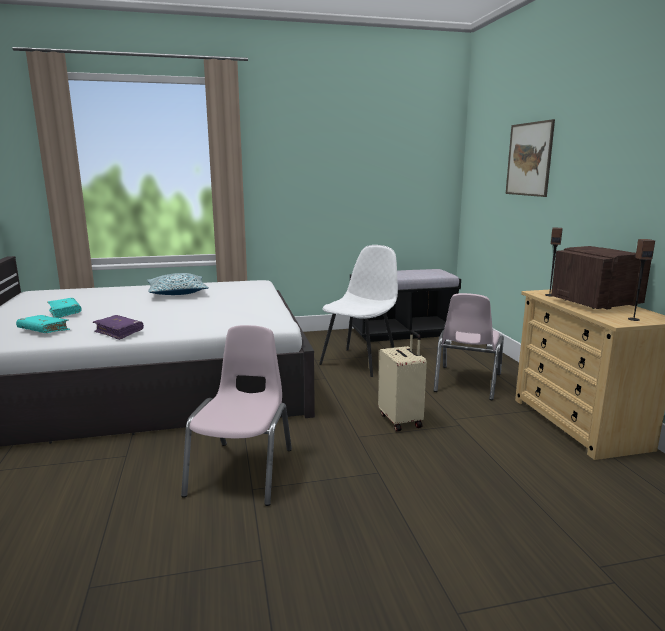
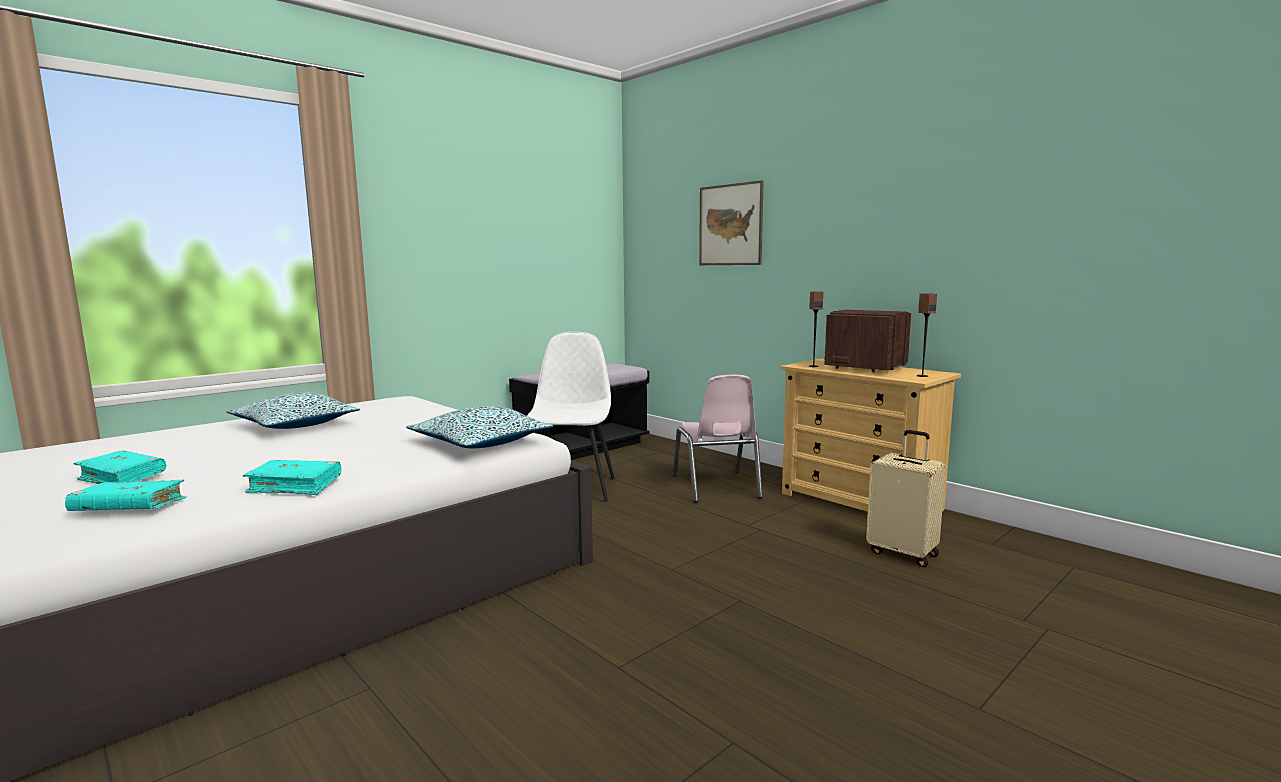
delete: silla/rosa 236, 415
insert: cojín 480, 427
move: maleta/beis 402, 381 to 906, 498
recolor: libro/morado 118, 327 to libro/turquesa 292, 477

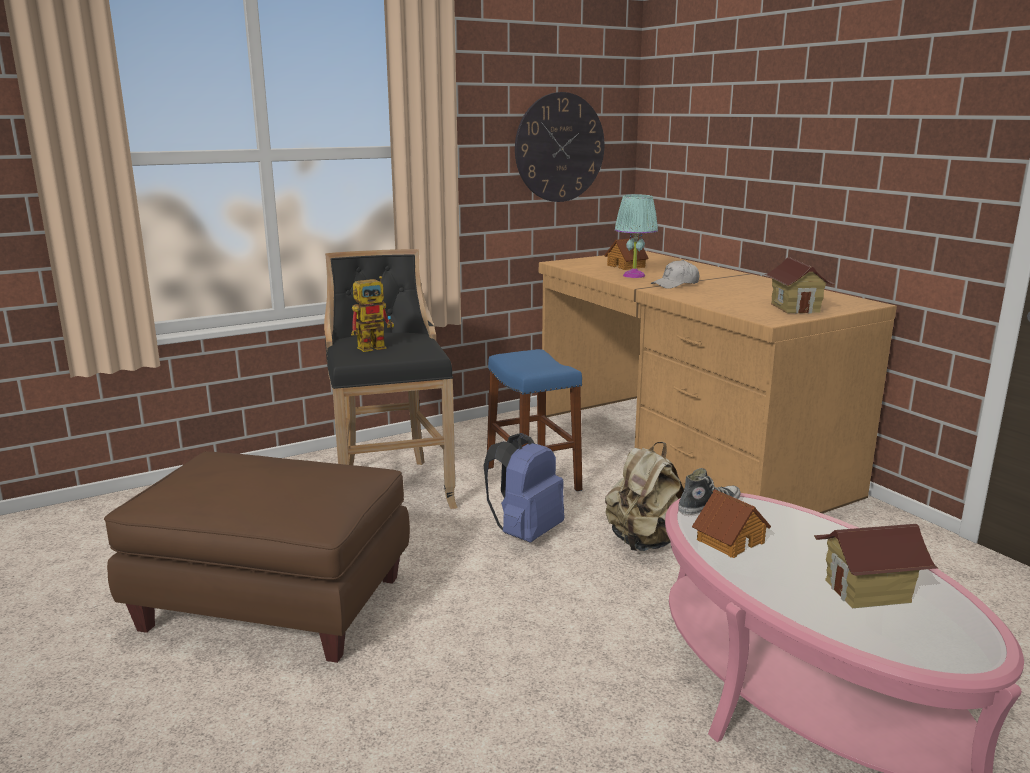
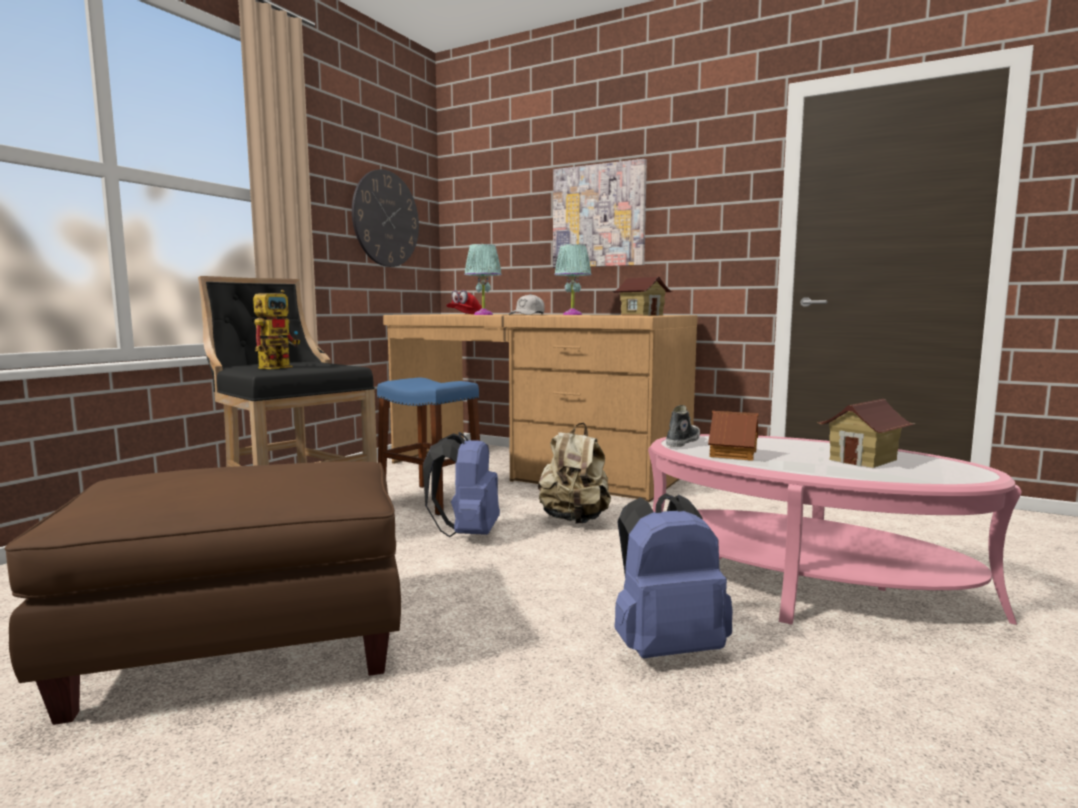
insert: cuadro 600, 213; lámpara de mesa/turquesa 573, 279; mochila/azul 674, 575
replace: casita 626, 254 to gorra/rojo 464, 302

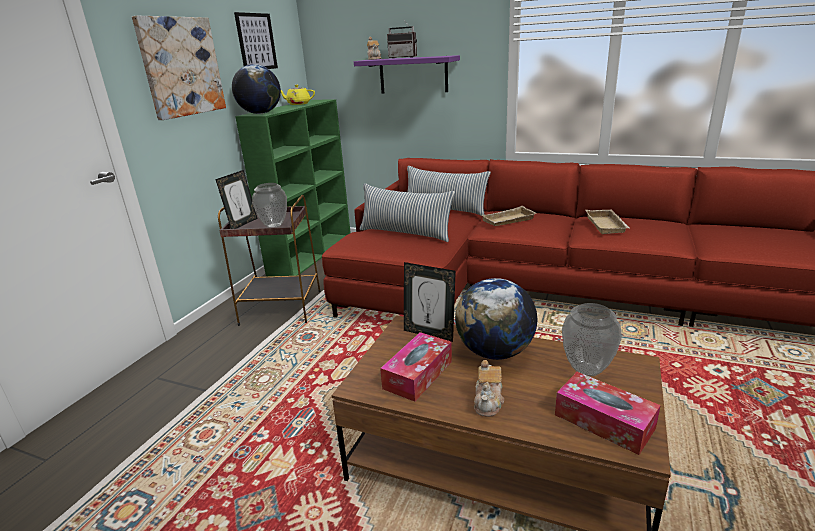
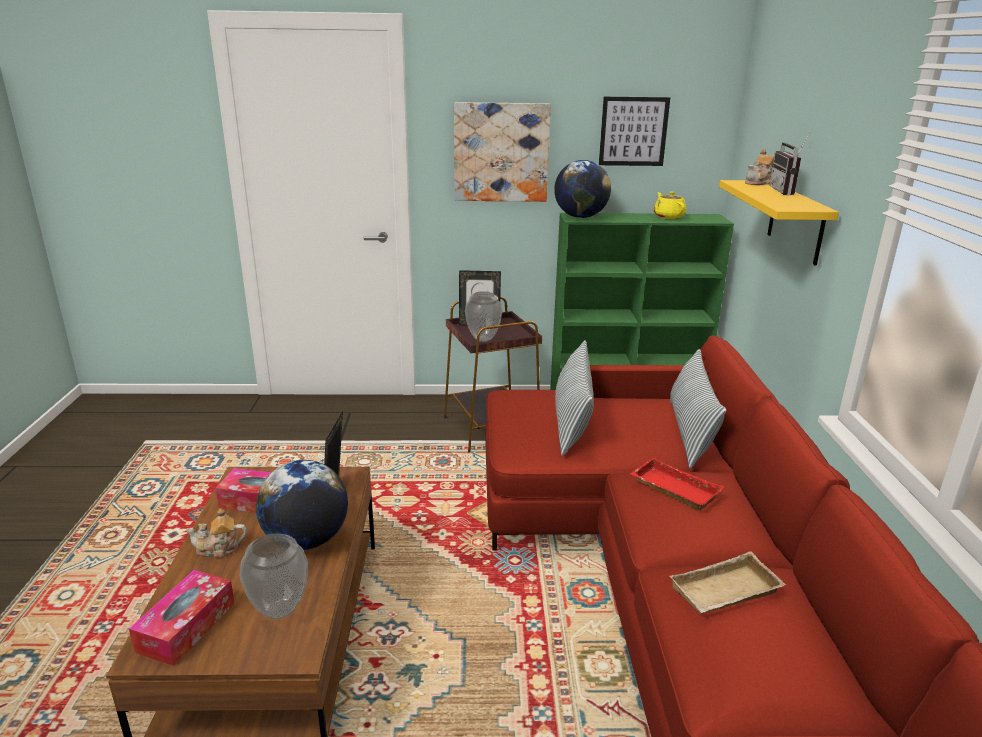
recolor: estante/morado 407, 74 to estante/amarillo 779, 222; bandeja/beis 509, 216 to bandeja/rojo 677, 484

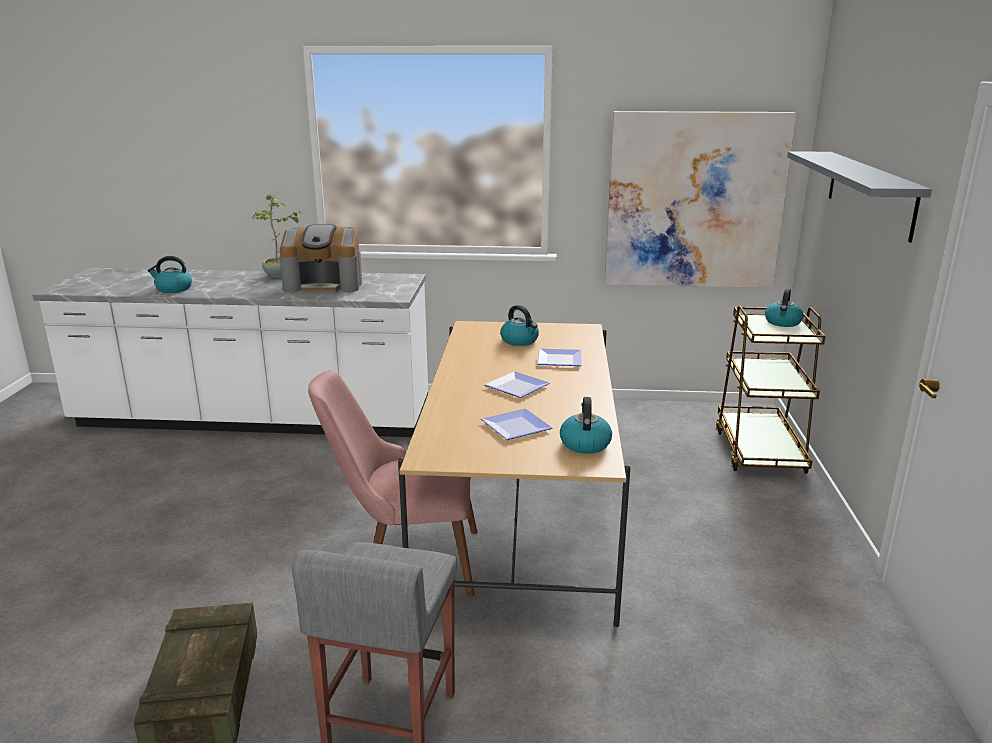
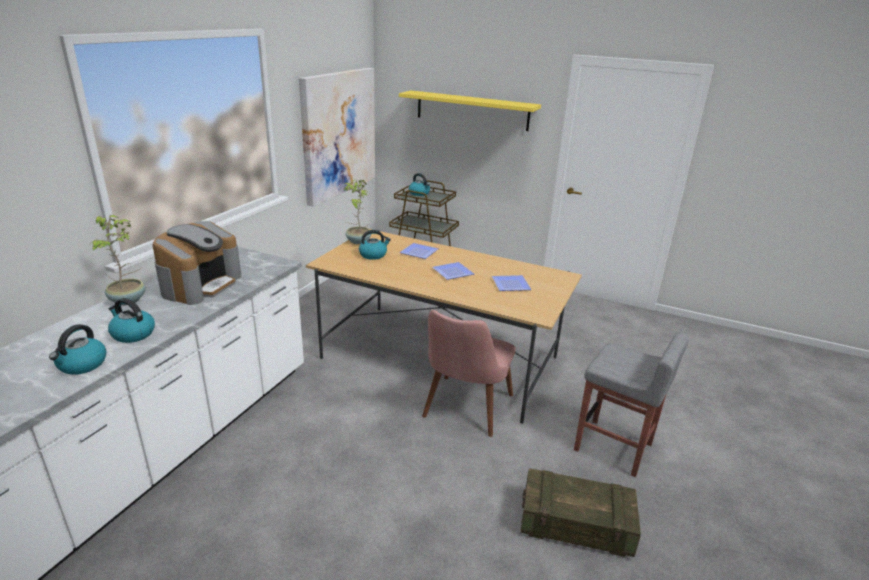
insert: planta en maceta 357, 212
move: hervidor 586, 425 to 131, 320
recolor: estante/gris 859, 197 to estante/amarillo 470, 110

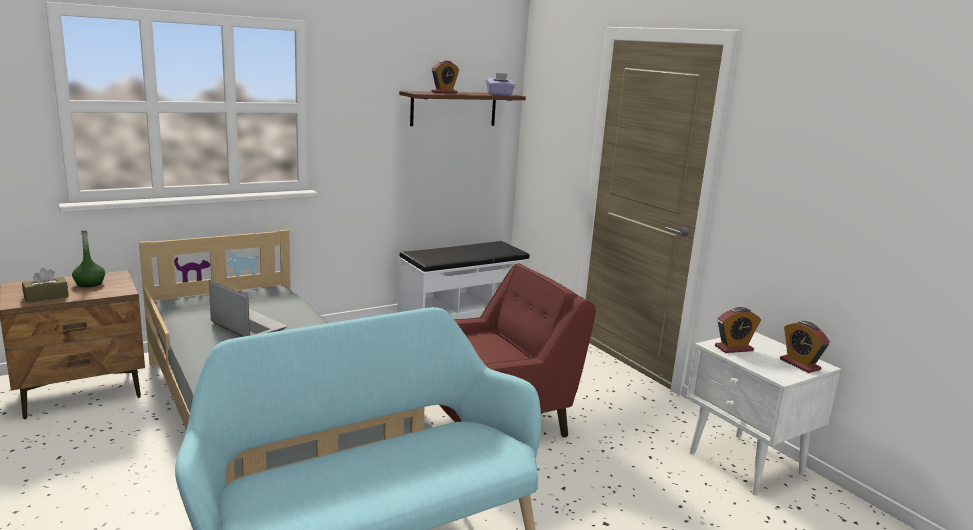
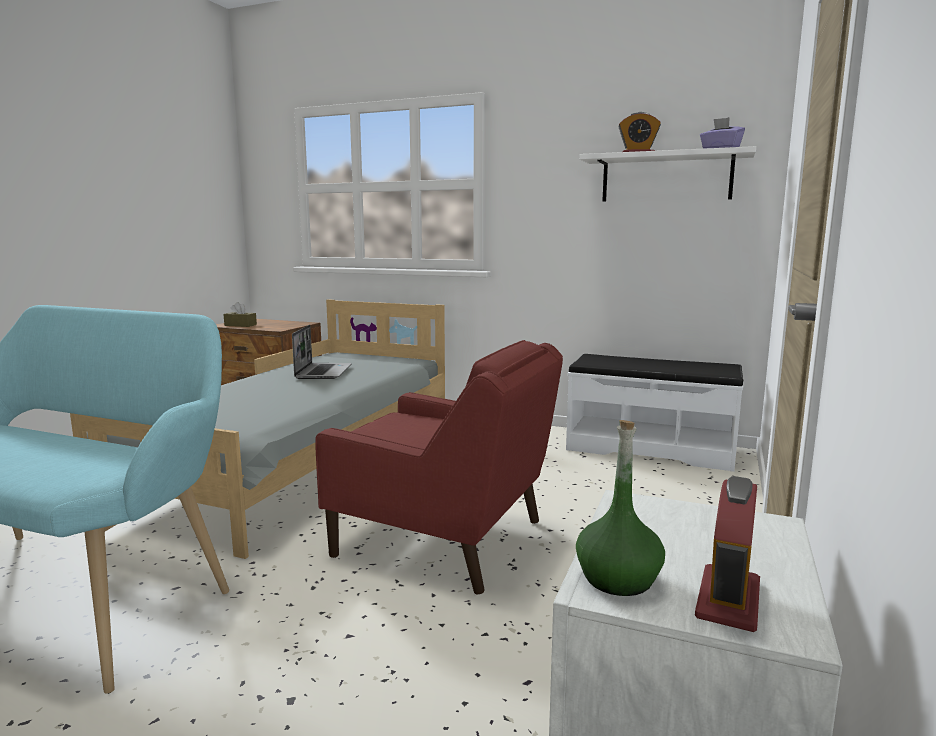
delete: despertador 738, 330
move: botella/verde 88, 258 to 620, 508
recolor: estante/marrón 462, 108 to estante/blanco 667, 174

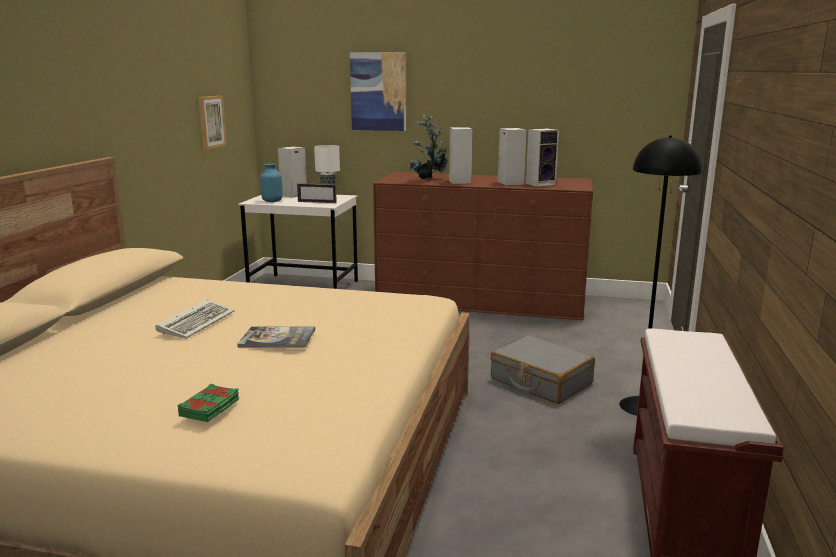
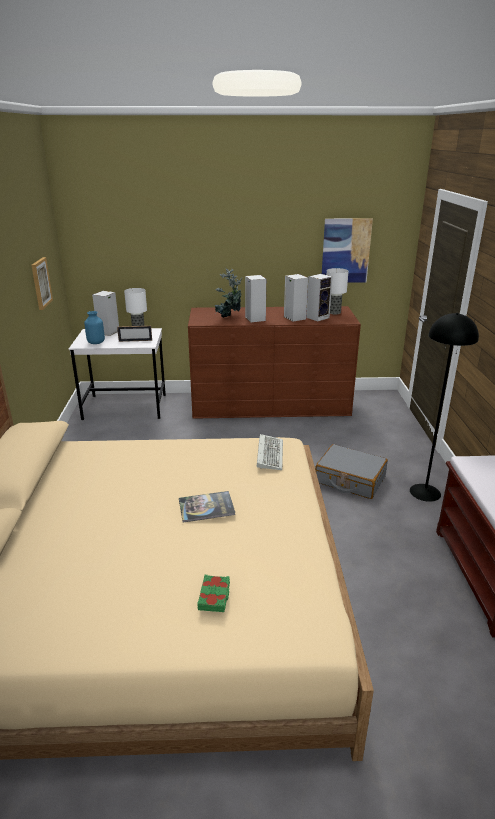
insert: lámpara de mesa 338, 291
move: teclado 195, 319 to 270, 452; cuadro 378, 91 to 347, 250

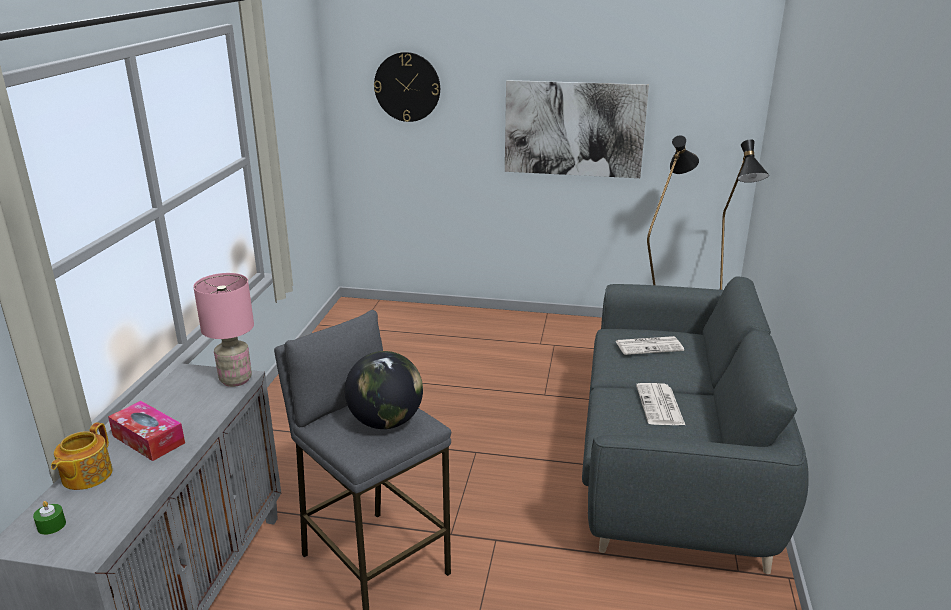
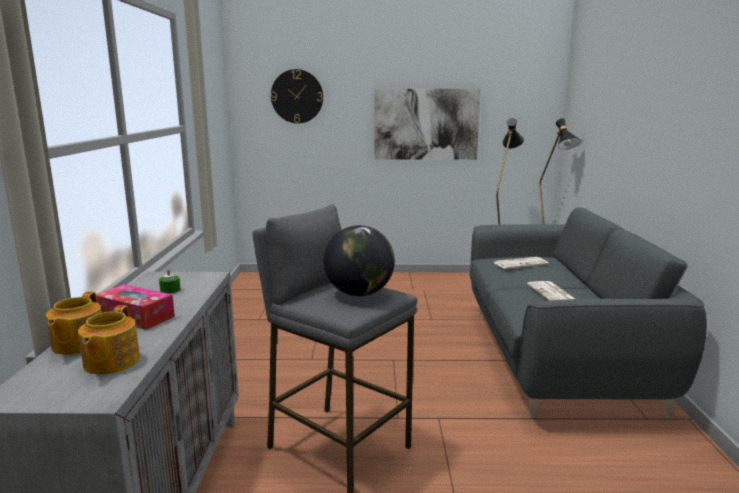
delete: lámpara de mesa/rosa 223, 330
insert: tetera 109, 339
move: vela/verde 49, 518 to 170, 281

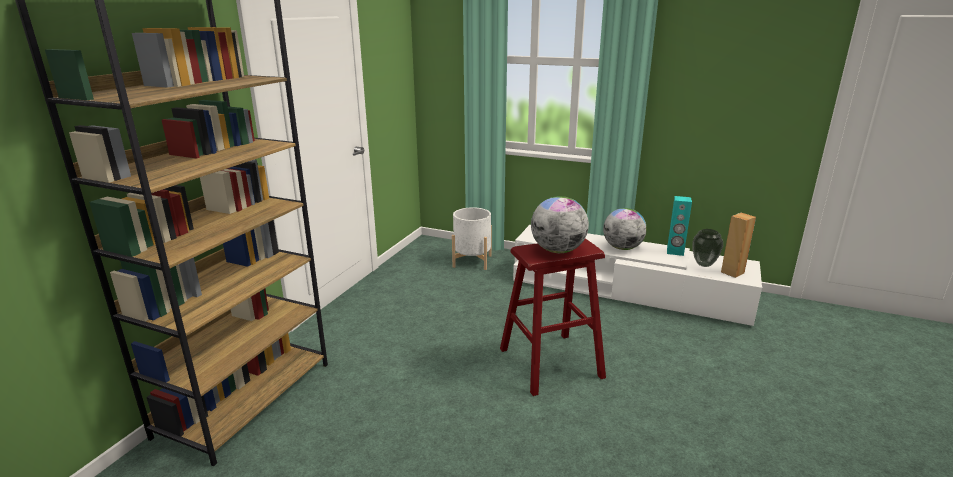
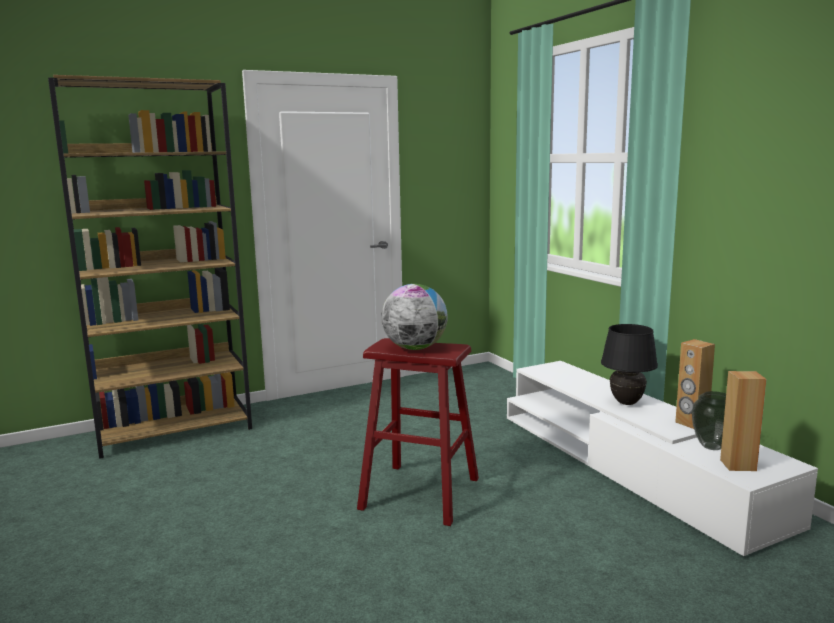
delete: maceta/blanco 472, 238
replace: globo terráqueo 625, 229 to lámpara de mesa/negro 629, 364
recolor: altavoz/turquesa 679, 226 to altavoz/marrón 695, 384

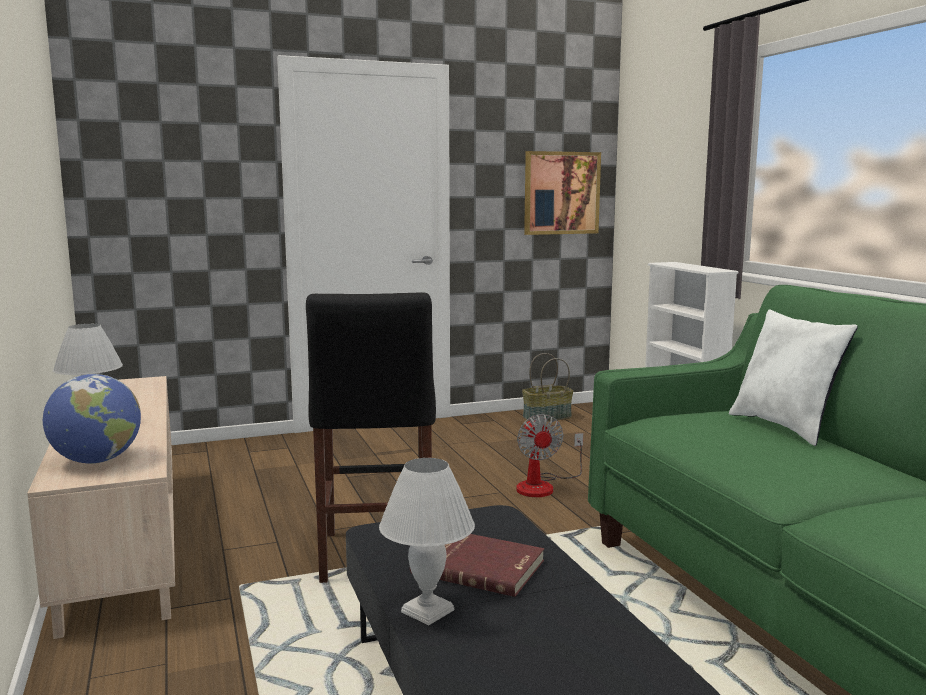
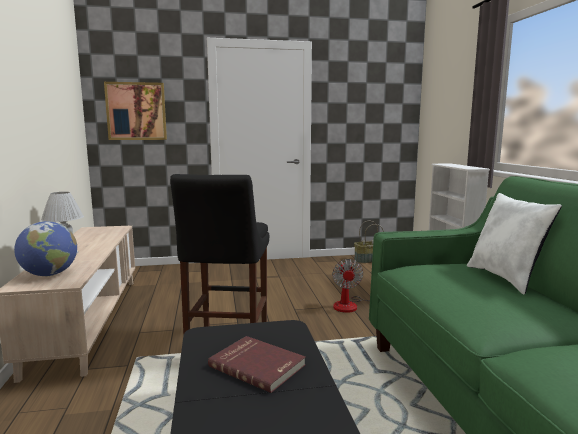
delete: lámpara de mesa/blanco 427, 541
move: cuadro 562, 193 to 135, 111

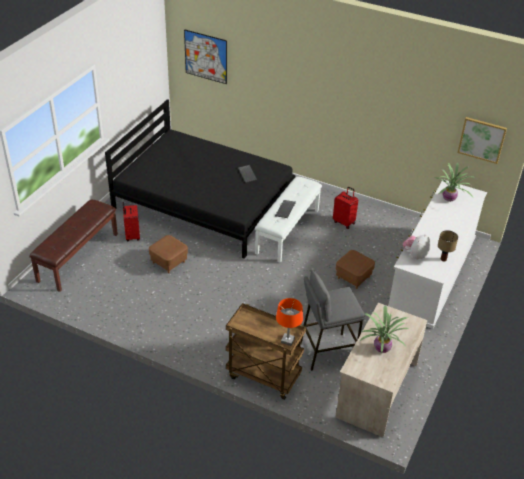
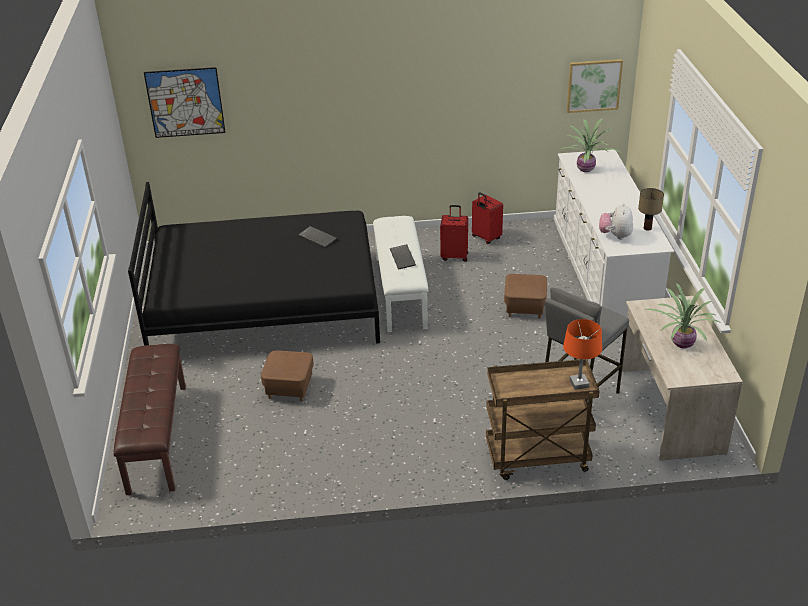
move: maleta/rojo 131, 221 to 487, 218

